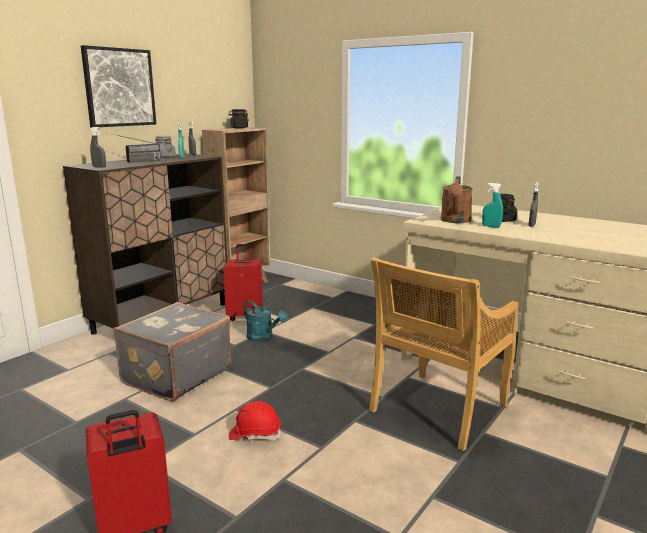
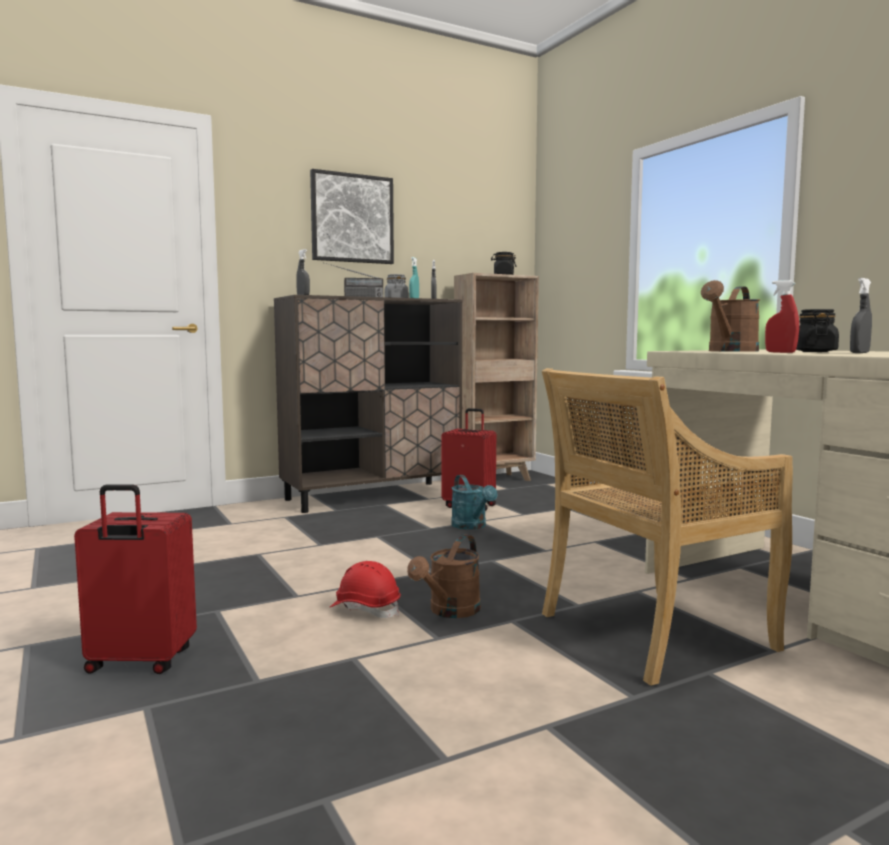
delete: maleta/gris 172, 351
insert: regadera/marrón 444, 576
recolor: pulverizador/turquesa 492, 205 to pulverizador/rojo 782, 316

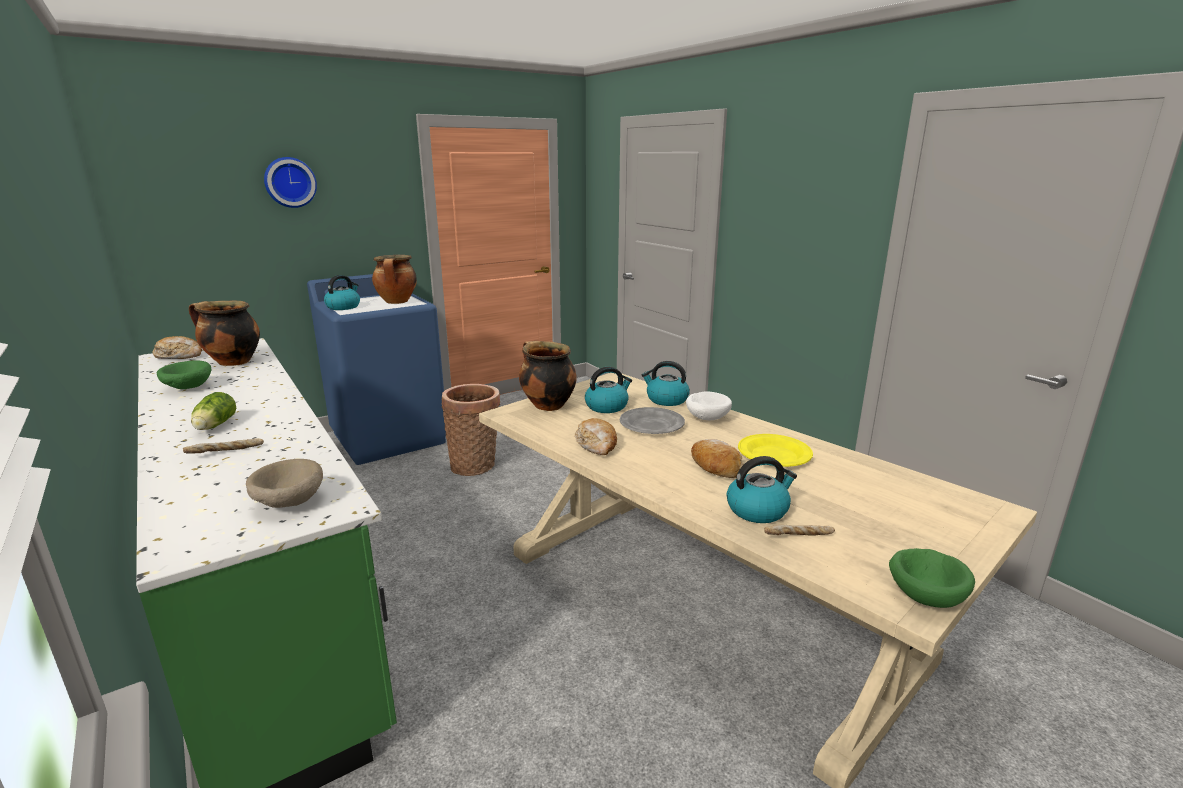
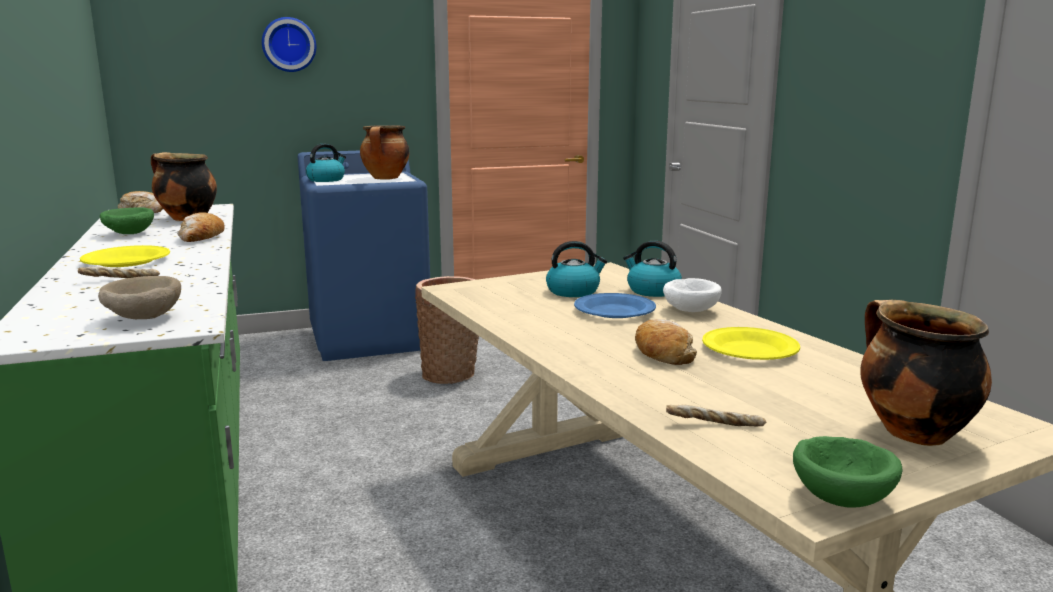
delete: hervidor 762, 489
move: olla 548, 376 to 926, 373; pan 596, 436 to 201, 227
replace: lechuga 213, 411 to plato/amarillo 125, 256
recolor: plato/gris 652, 420 to plato/azul 615, 305

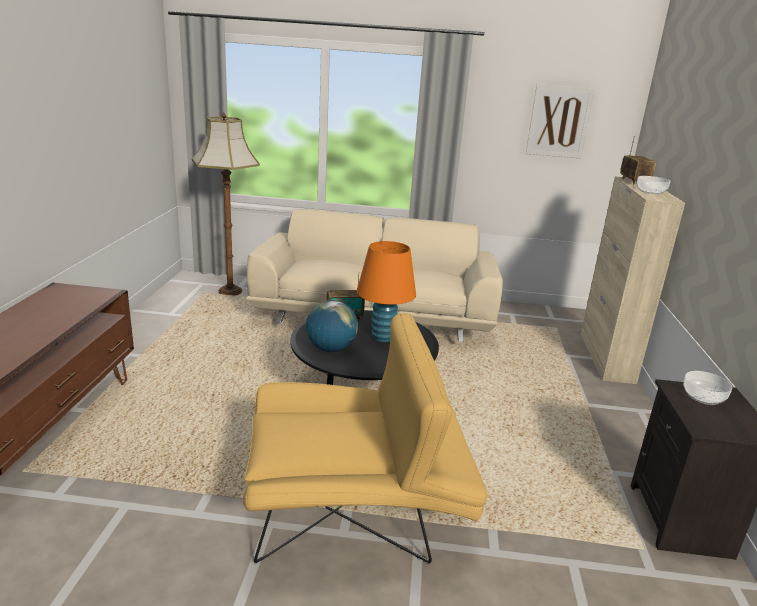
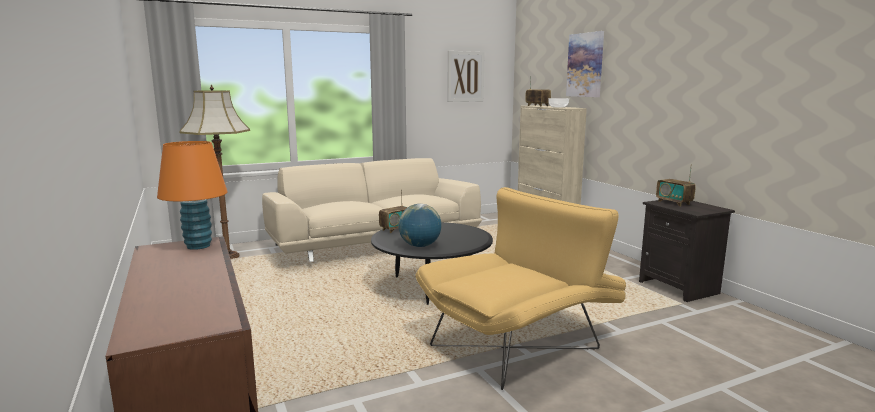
insert: cuadro 585, 64
move: lámpara de mesa/naranja 386, 291 to 192, 195
replace: cuenco 707, 388 to radio 676, 185

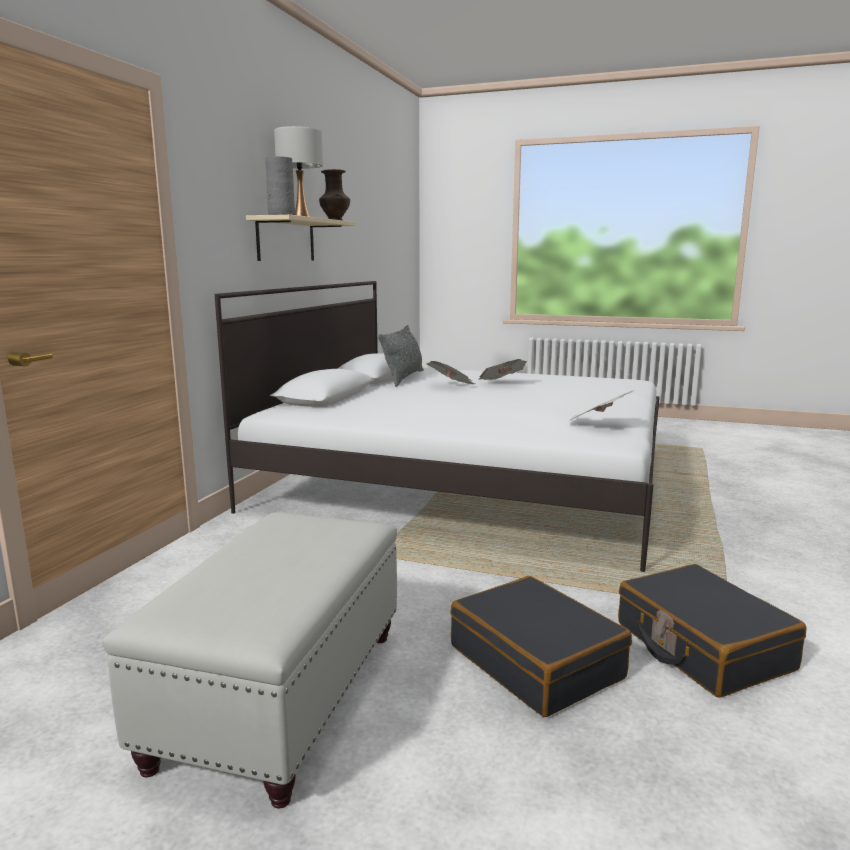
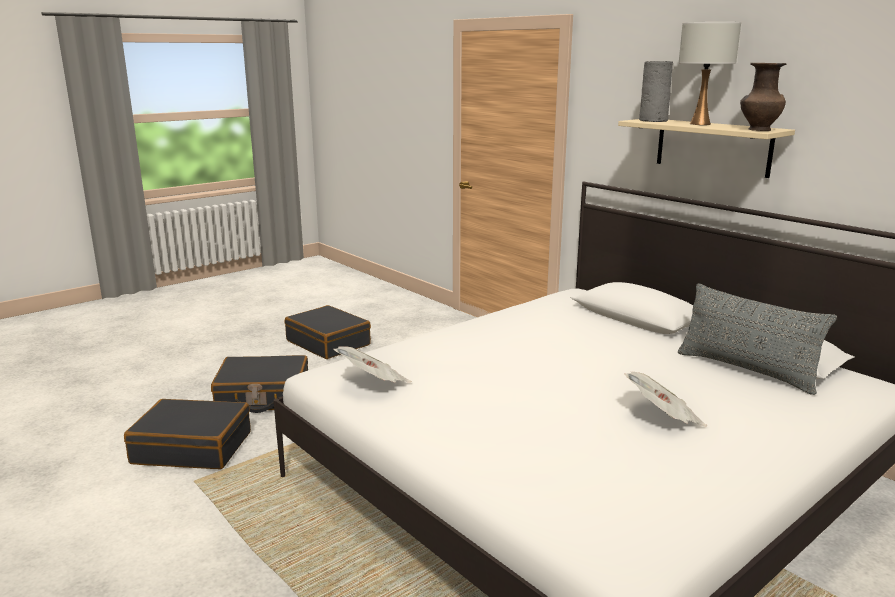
delete: periódico 451, 372
replace: puf/blanco 249, 660 to maleta/negro 328, 332

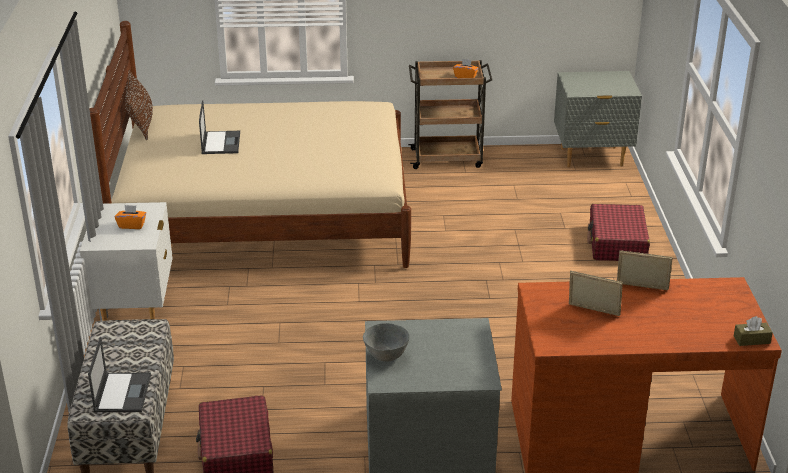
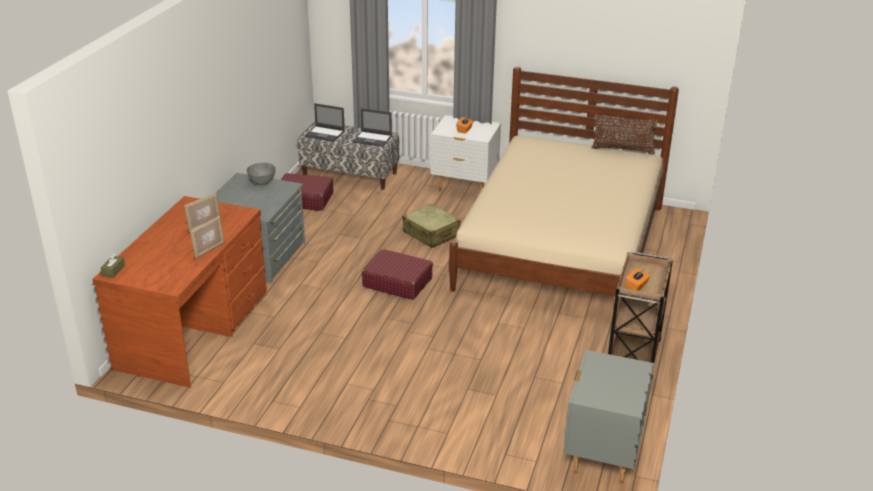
insert: maleta/beis 432, 226
move: portátil 219, 127 to 372, 127; maleta/rojo 618, 232 to 397, 274

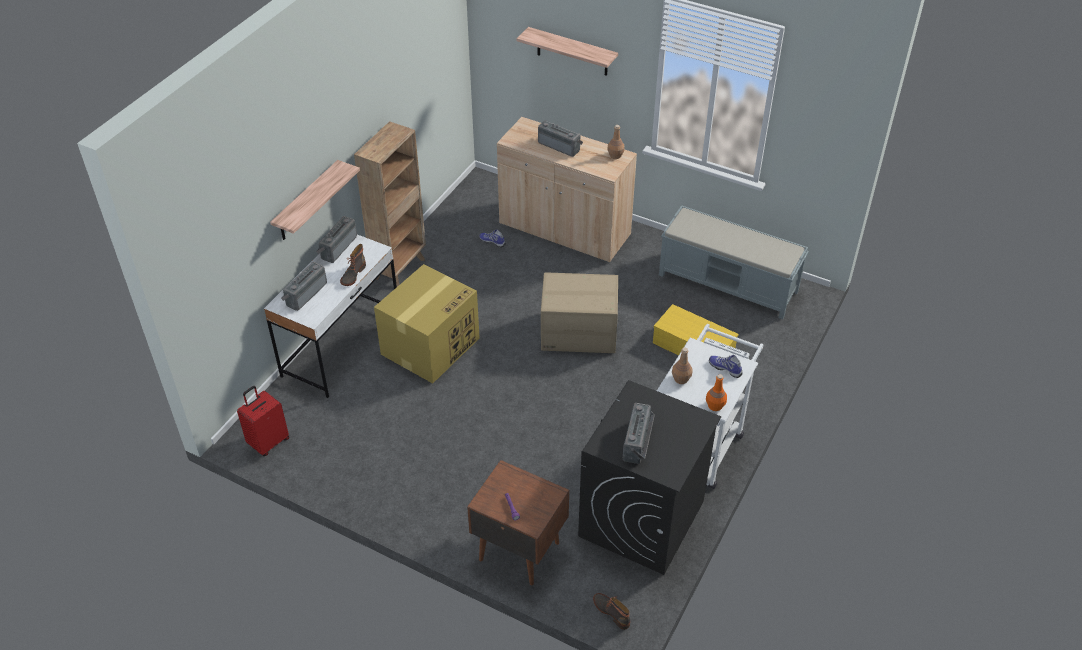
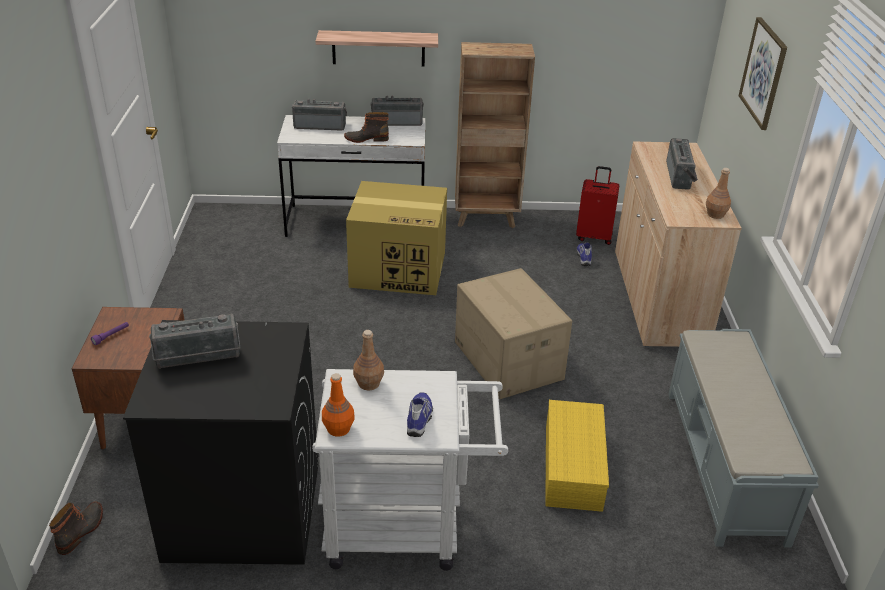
move: maleta/rojo 263, 421 to 597, 205
replace: estante 567, 51 to cuadro 763, 73

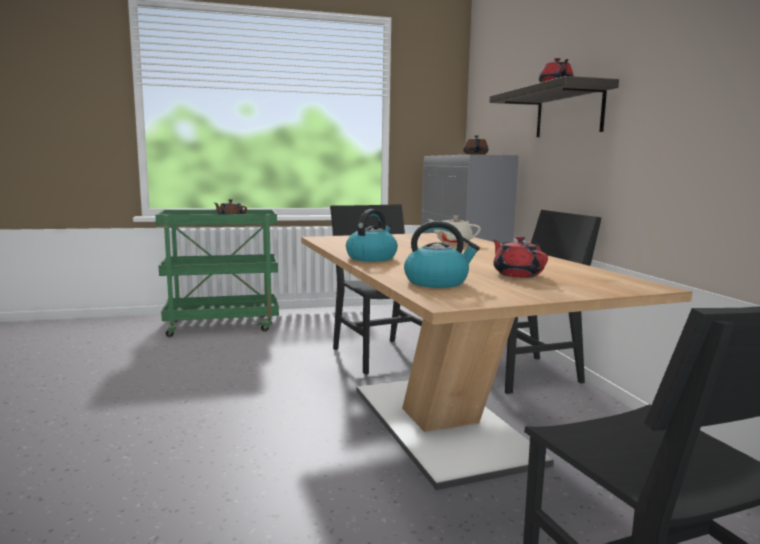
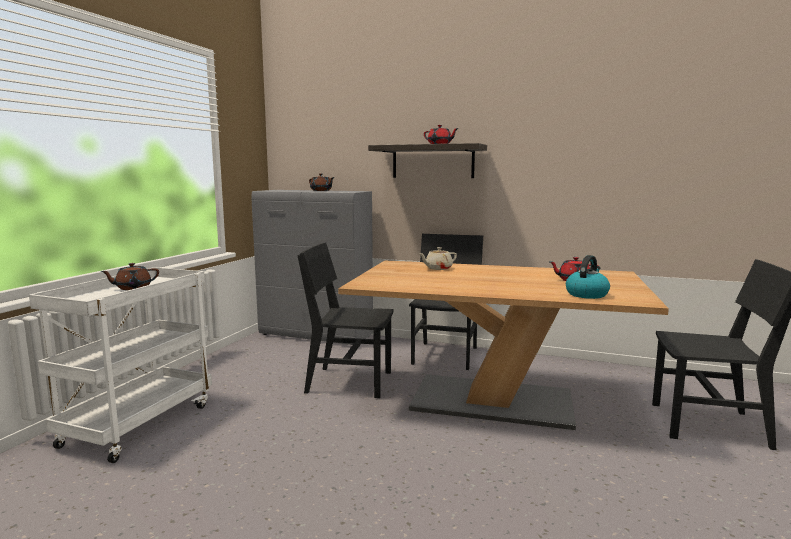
delete: hervidor 372, 235
recolor: carrito/verde 217, 273 to carrito/blanco 120, 365

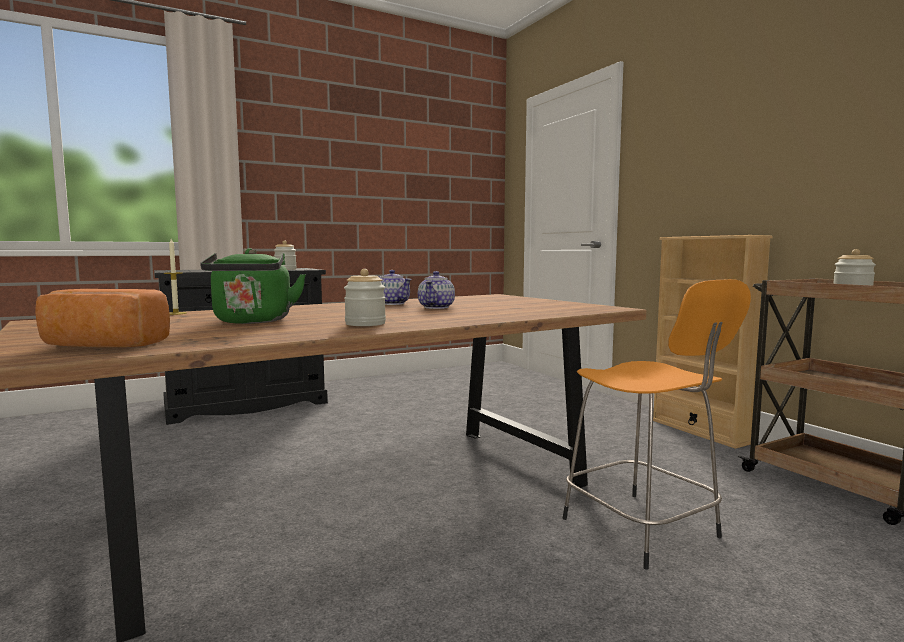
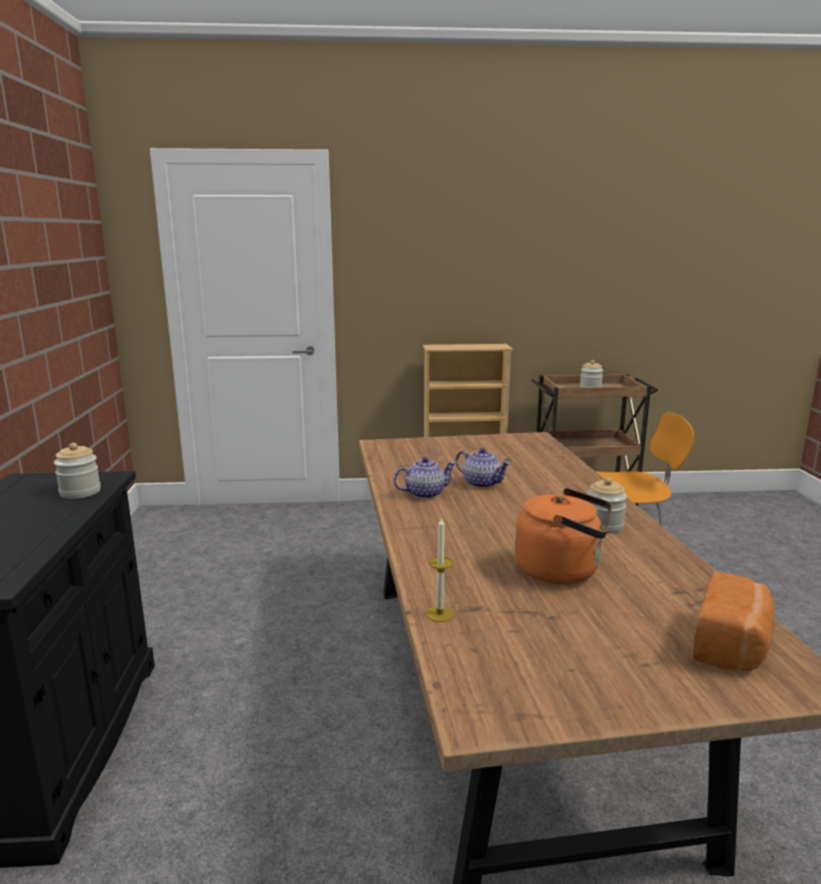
recolor: hervidor/verde 253, 286 to hervidor/naranja 563, 536

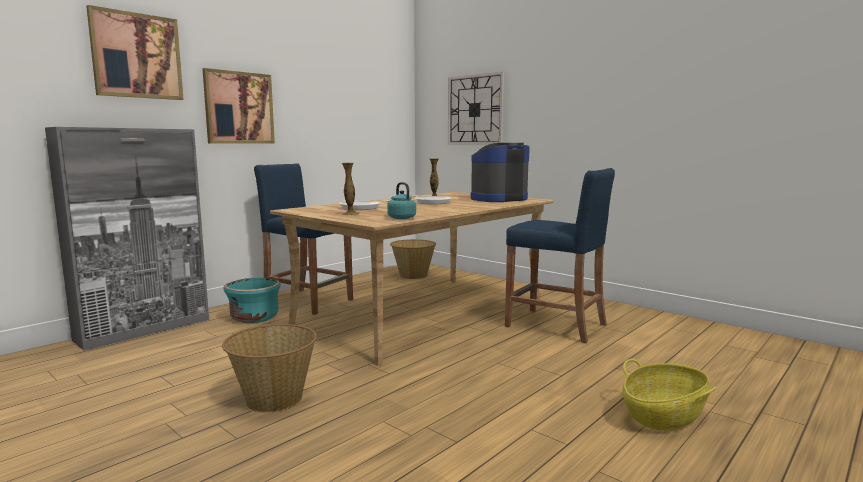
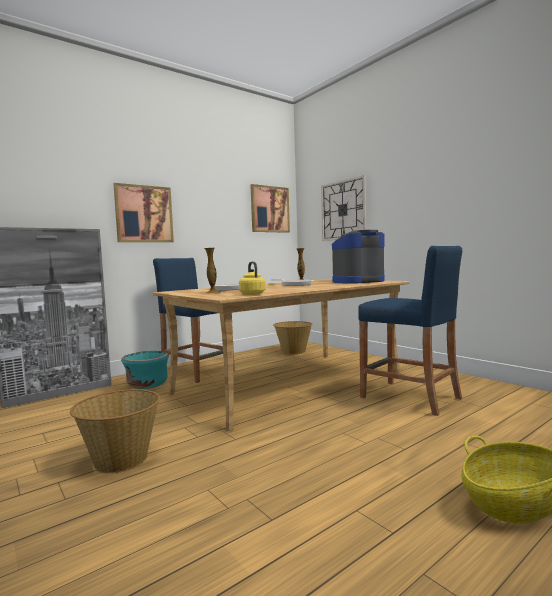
move: cuadro 135, 52 to 270, 208
recolor: hervidor/turquesa 401, 200 to hervidor/amarillo 252, 278

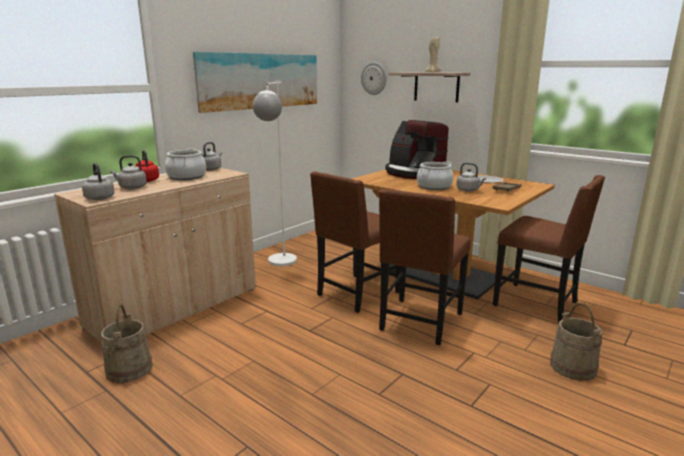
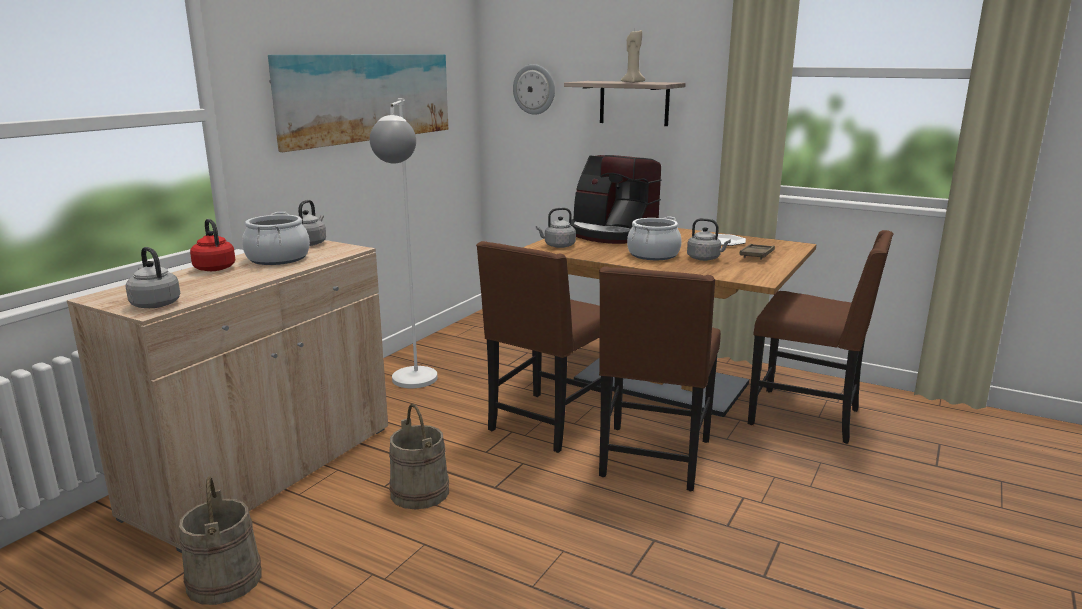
move: hervidor/gris 128, 172 to 556, 228; cubo/beis 576, 342 to 419, 456

